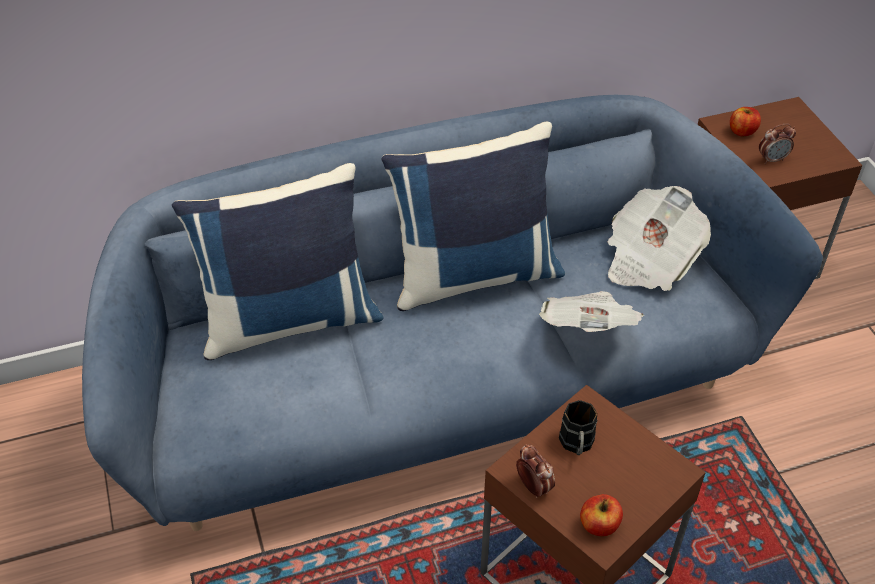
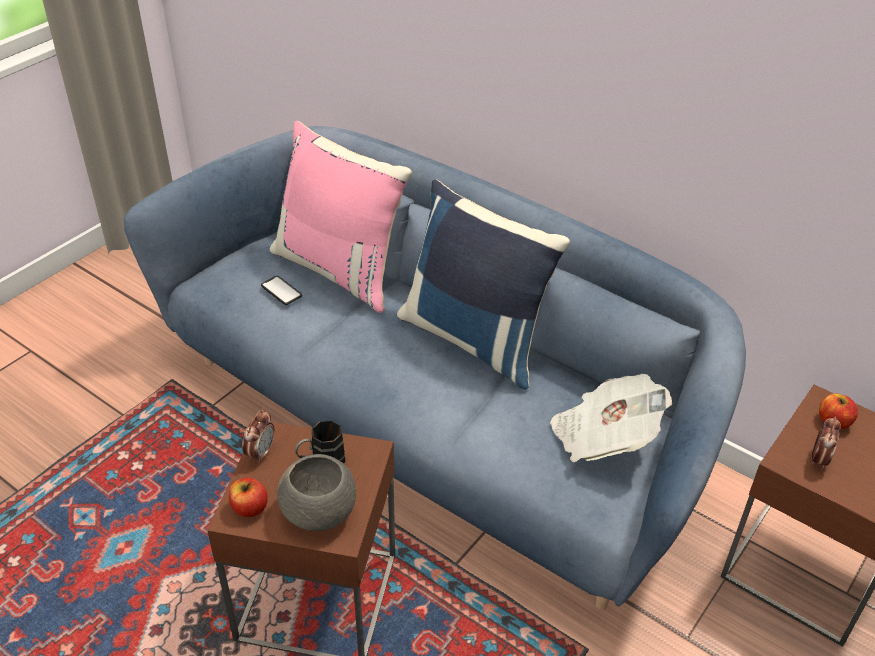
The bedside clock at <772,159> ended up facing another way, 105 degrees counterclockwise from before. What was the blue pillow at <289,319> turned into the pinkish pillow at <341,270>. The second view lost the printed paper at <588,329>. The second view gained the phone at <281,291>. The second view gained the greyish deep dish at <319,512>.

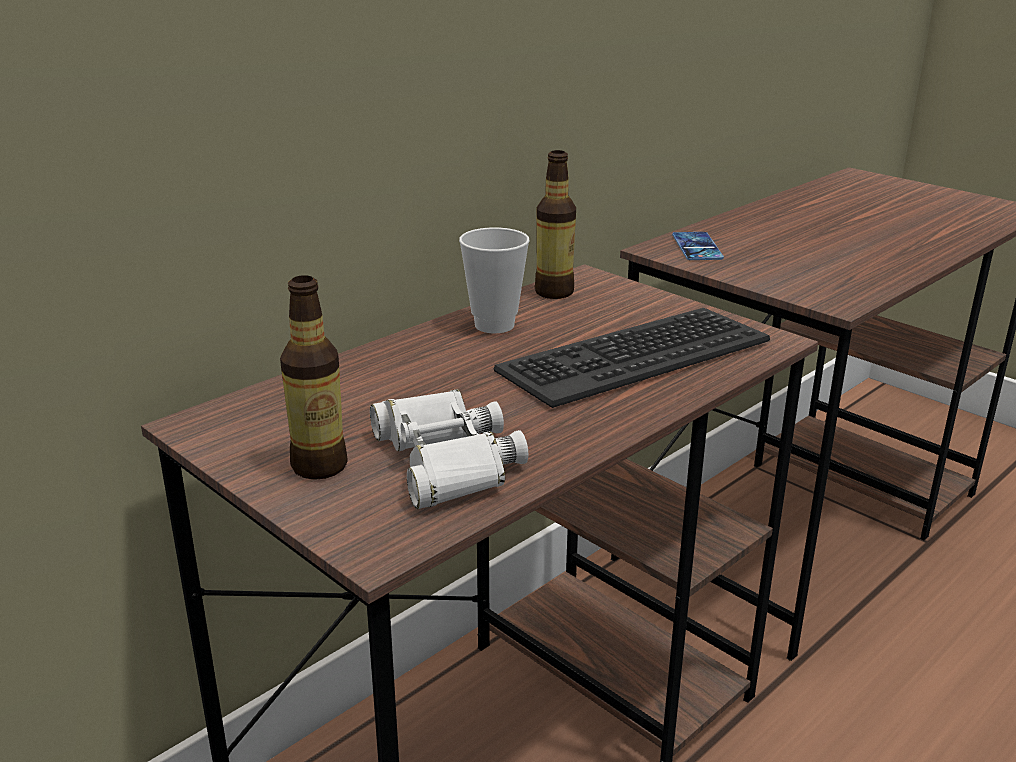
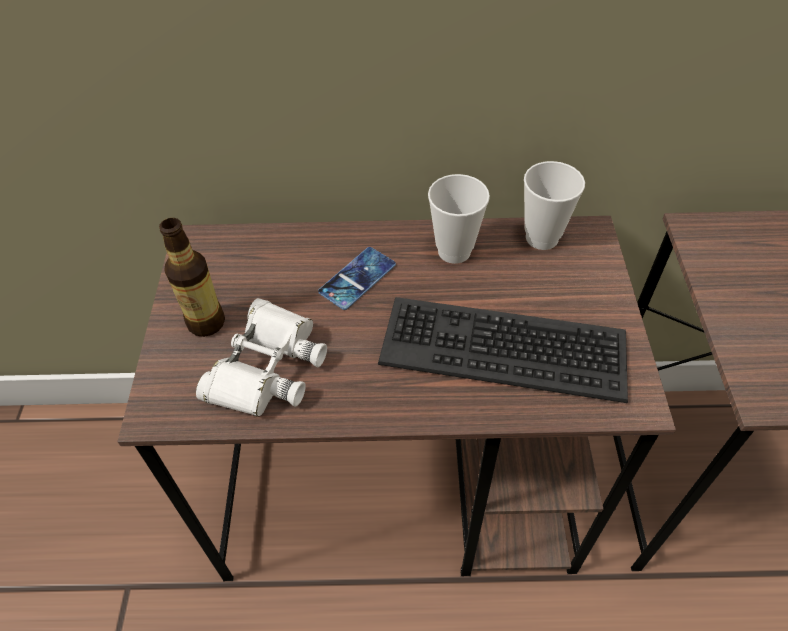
Where the beverage bottle stood at <554,292>, the small cup came to stand at <542,238>. The phone ended up elsewhere, having gone from <697,247> to <357,278>.

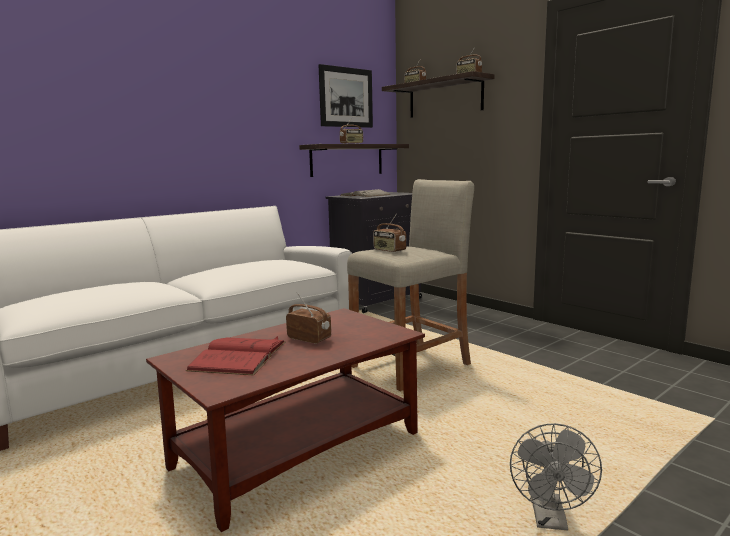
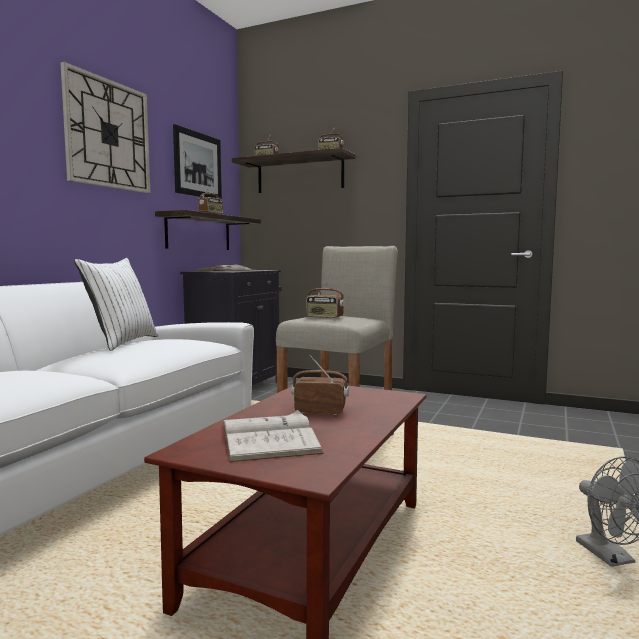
What was the reddish bound book at <239,356> turned into the white-coloured bound book at <268,437>. The second view gained the hanging clock at <108,134>. The second view gained the white-coloured pillow at <121,343>.

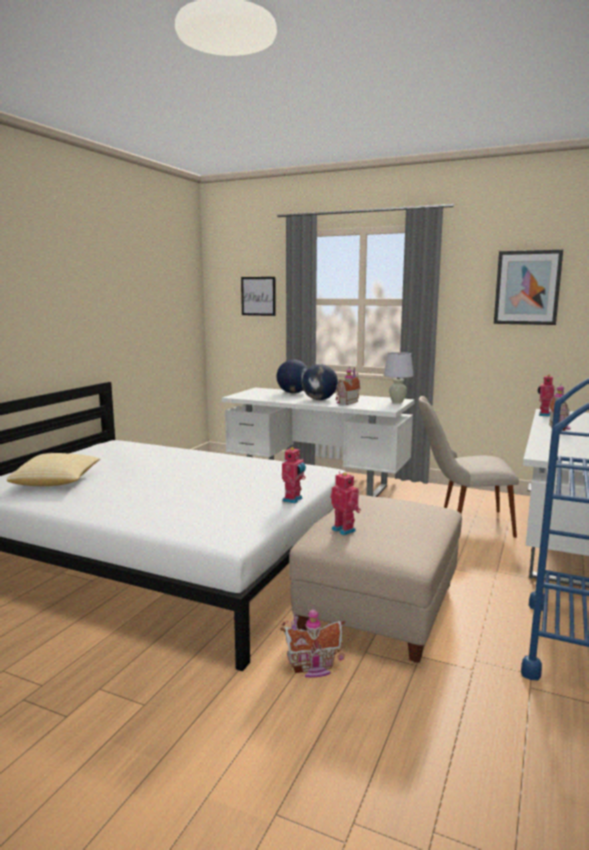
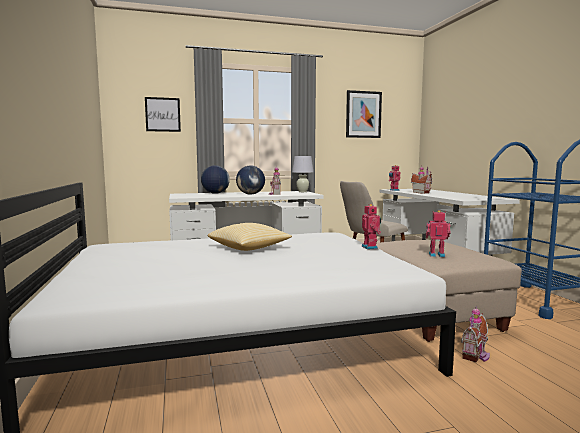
The pillow ended up elsewhere, having gone from <57,482> to <249,248>.

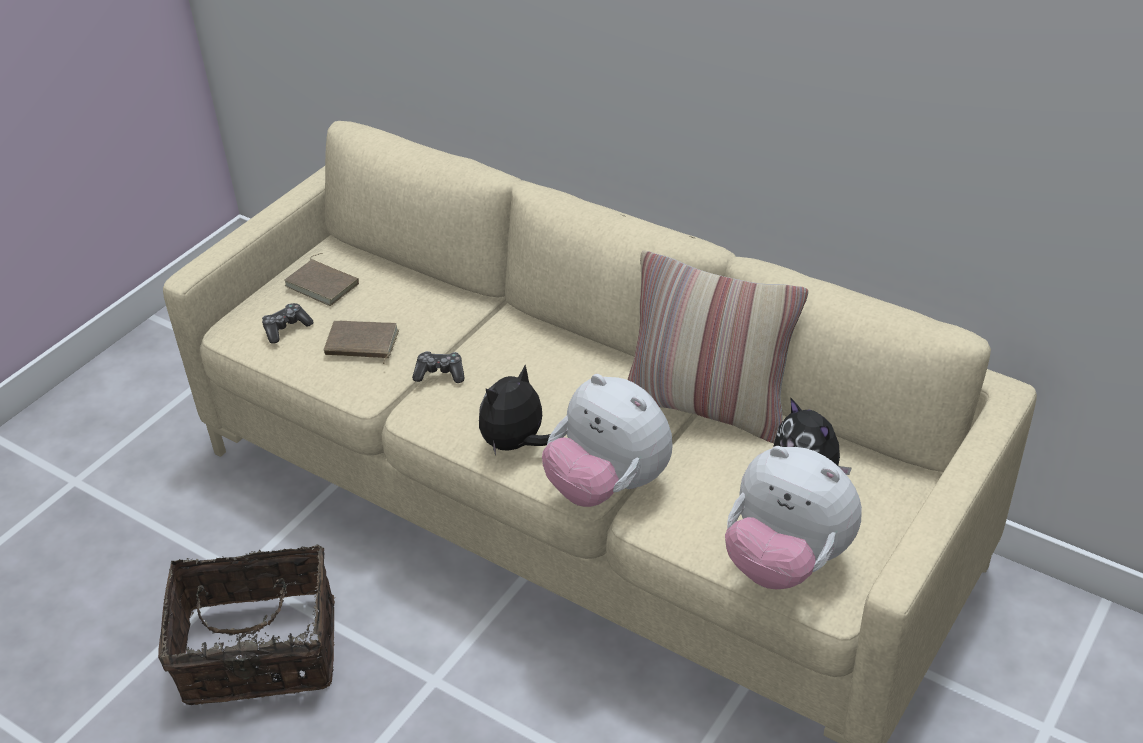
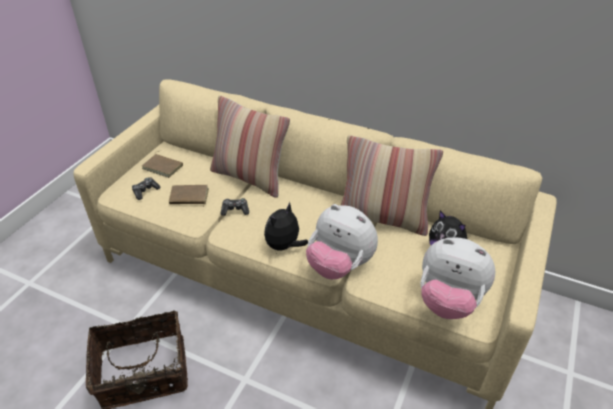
The second view gained the pillow at <250,177>.

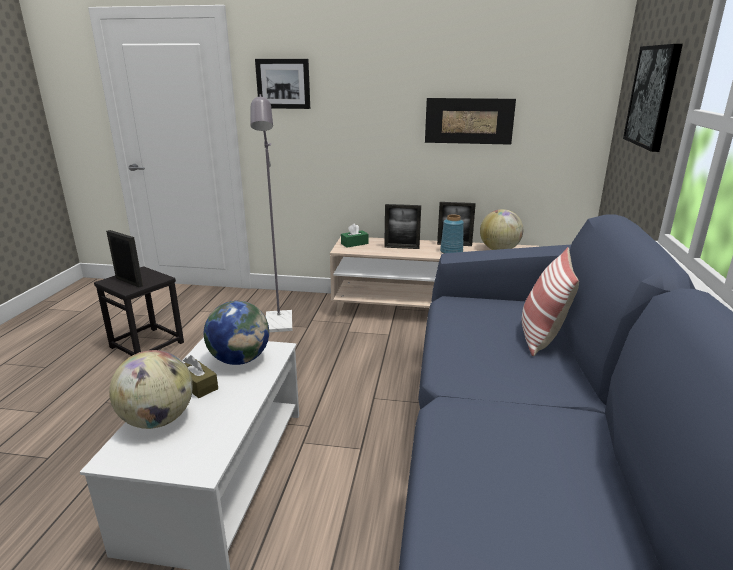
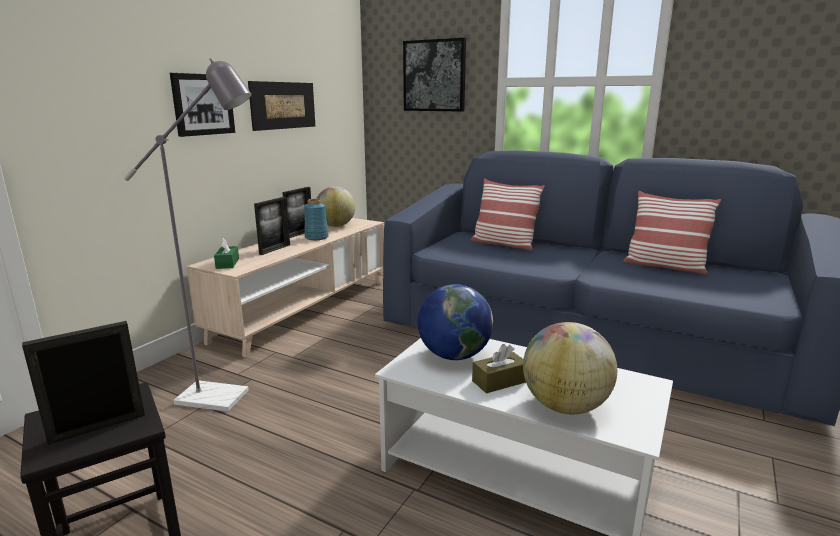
The wall art ended up elsewhere, having gone from <283,83> to <203,104>. The second view gained the pillow at <664,266>.

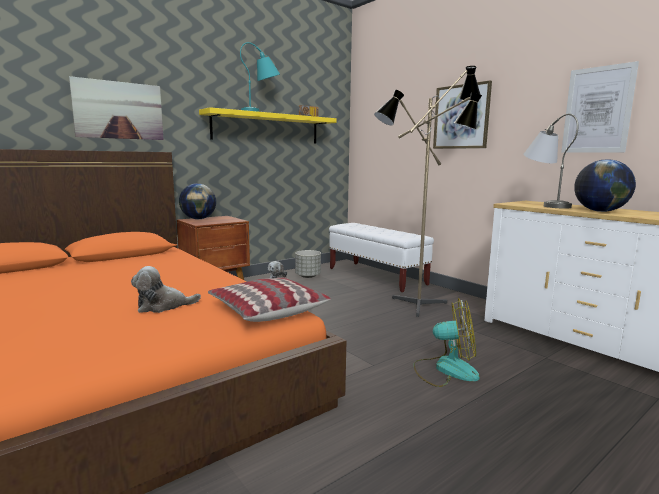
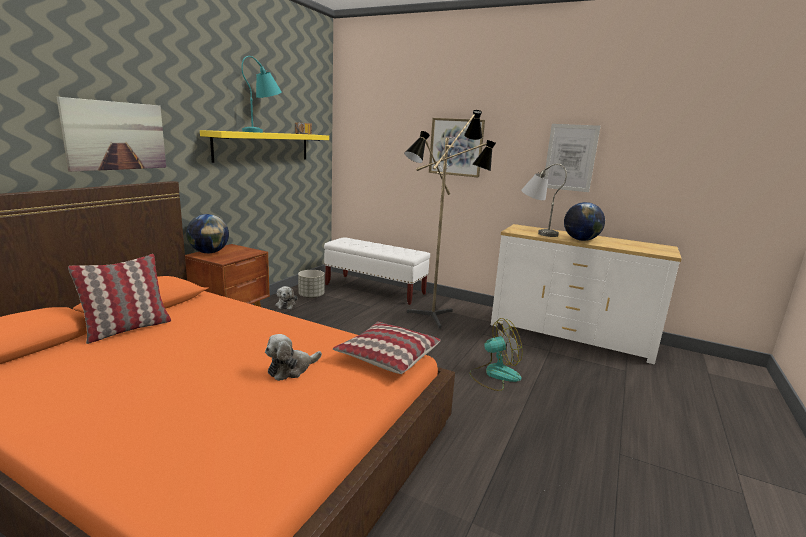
The second view gained the pillow at <127,329>.

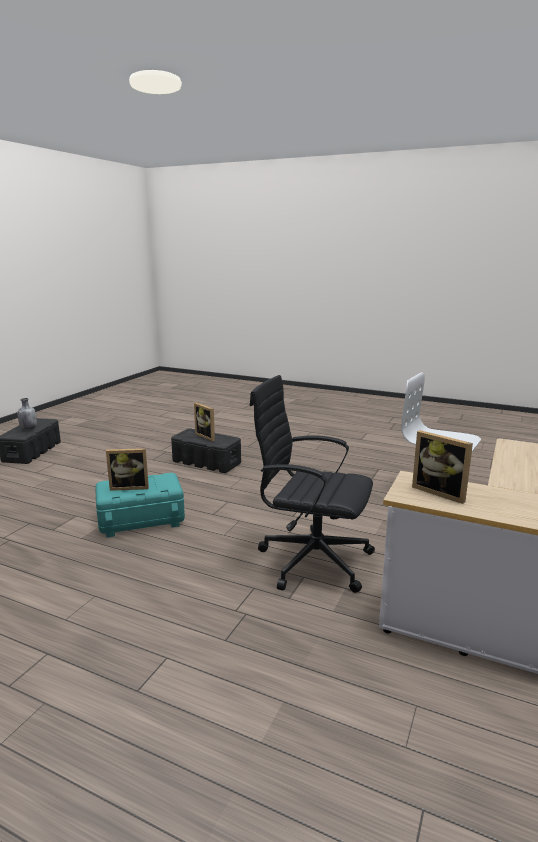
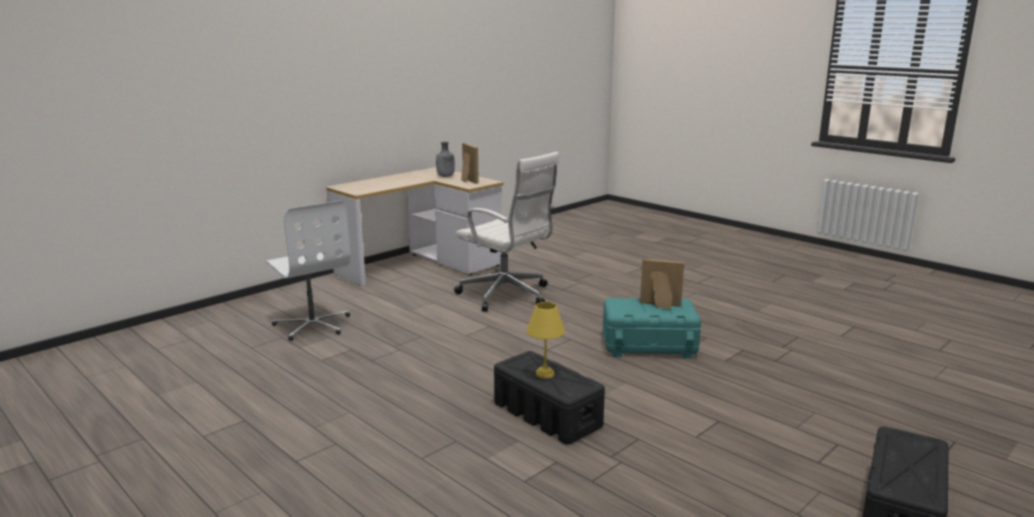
What was the black computer chair at <311,560> turned into the white-coloured computer chair at <507,296>. The greyish beverage bottle ended up elsewhere, having gone from <28,429> to <445,176>. Where the picture frame stood at <207,436>, the yellow tabletop lamp came to stand at <544,374>.

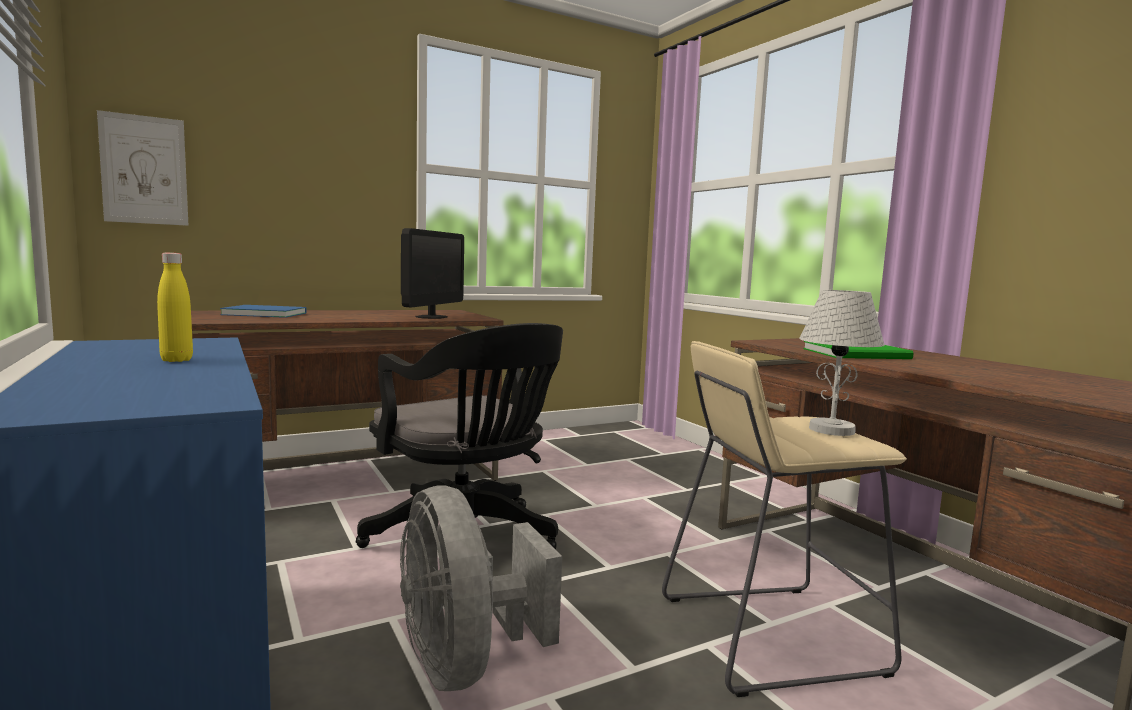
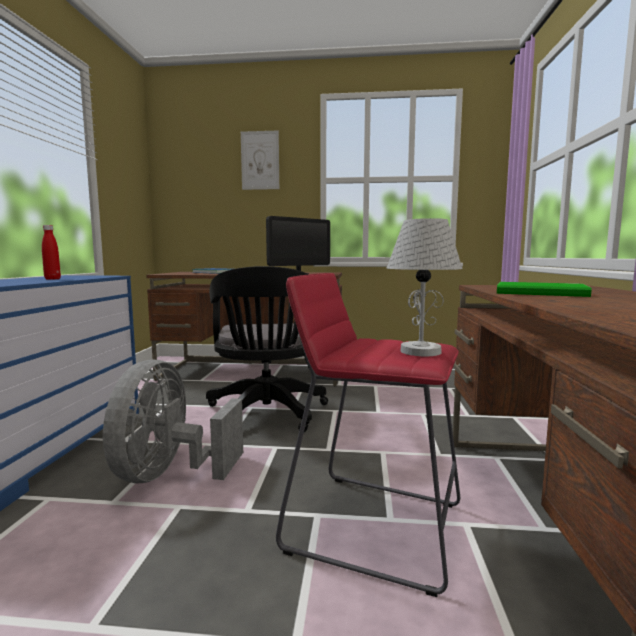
The wall art ended up elsewhere, having gone from <144,170> to <260,160>. What was the yellow beverage bottle at <176,360> turned into the reddish beverage bottle at <52,279>. What was the beige-coloured stool at <769,635> turned into the reddish stool at <374,526>.

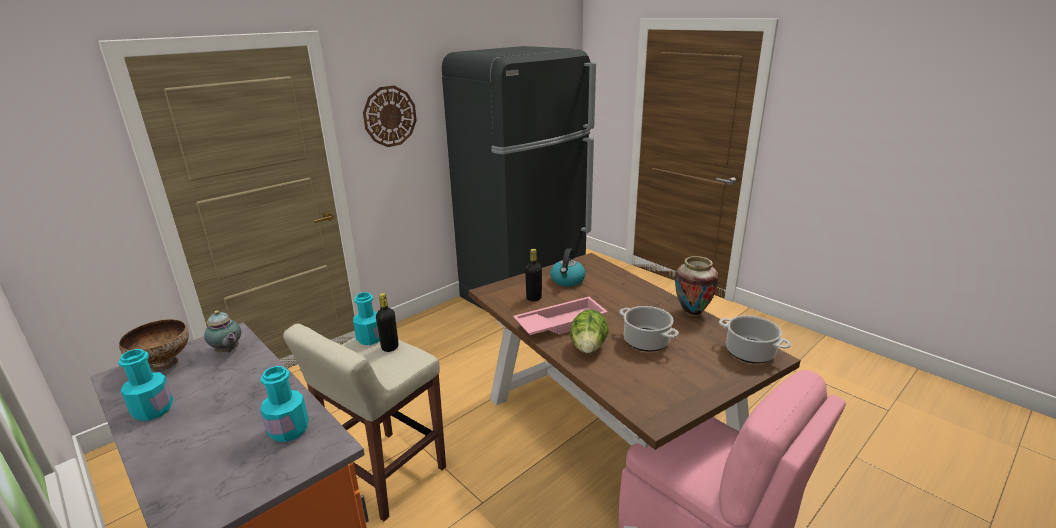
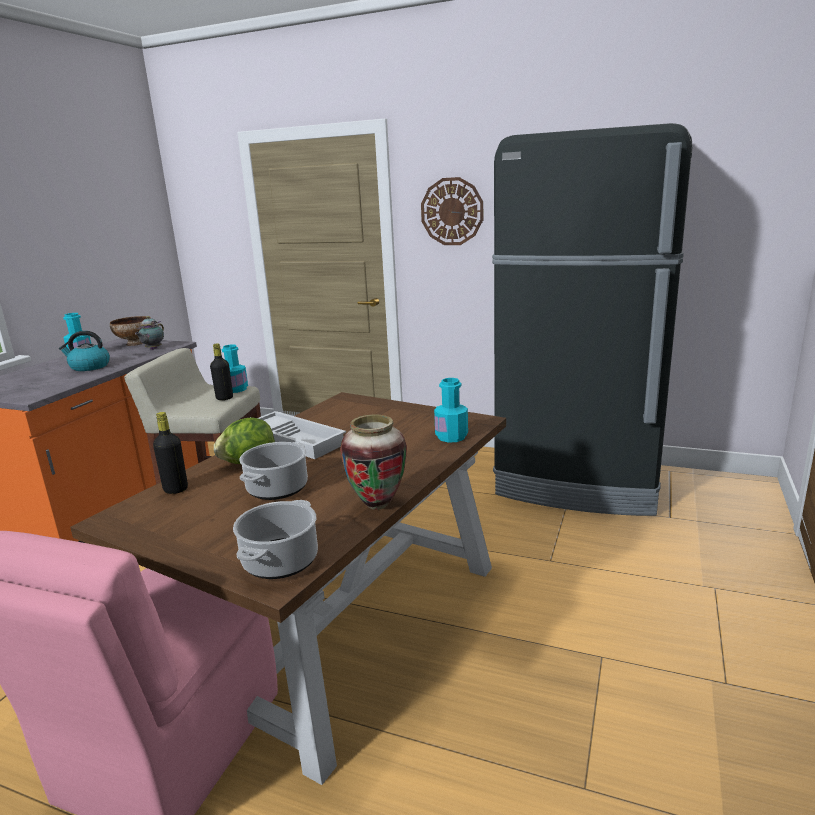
The water kettle ended up elsewhere, having gone from <567,280> to <89,367>. The black beverage bottle ended up elsewhere, having gone from <534,298> to <175,489>. What was the pinkish serving tray at <560,323> turned into the white-coloured serving tray at <296,440>. The turquoise-coloured beverage bottle ended up elsewhere, having gone from <289,430> to <451,437>.

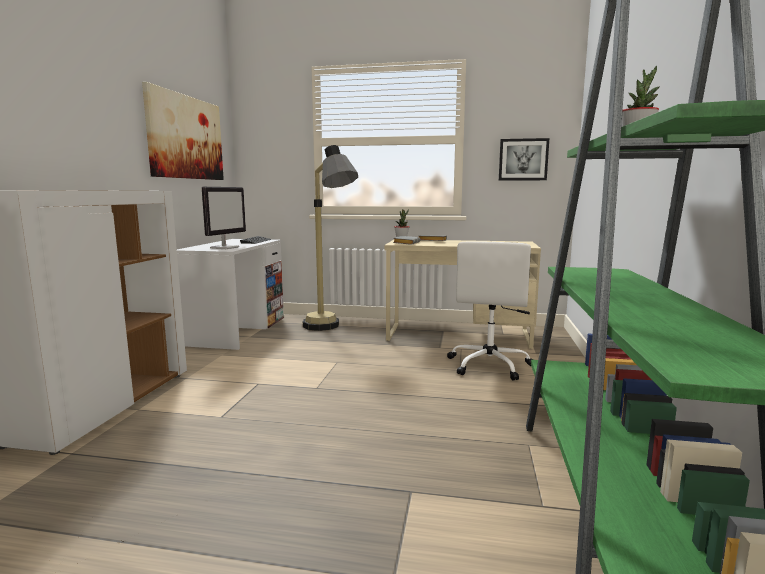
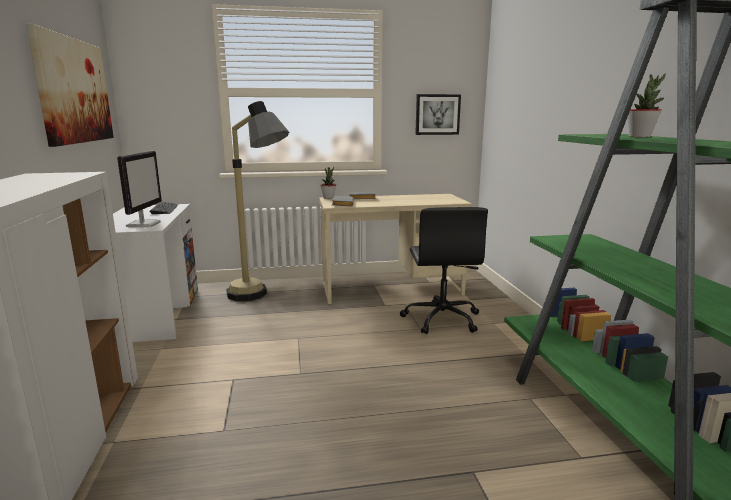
What was the white-coloured computer chair at <489,365> turned into the black computer chair at <441,319>.

